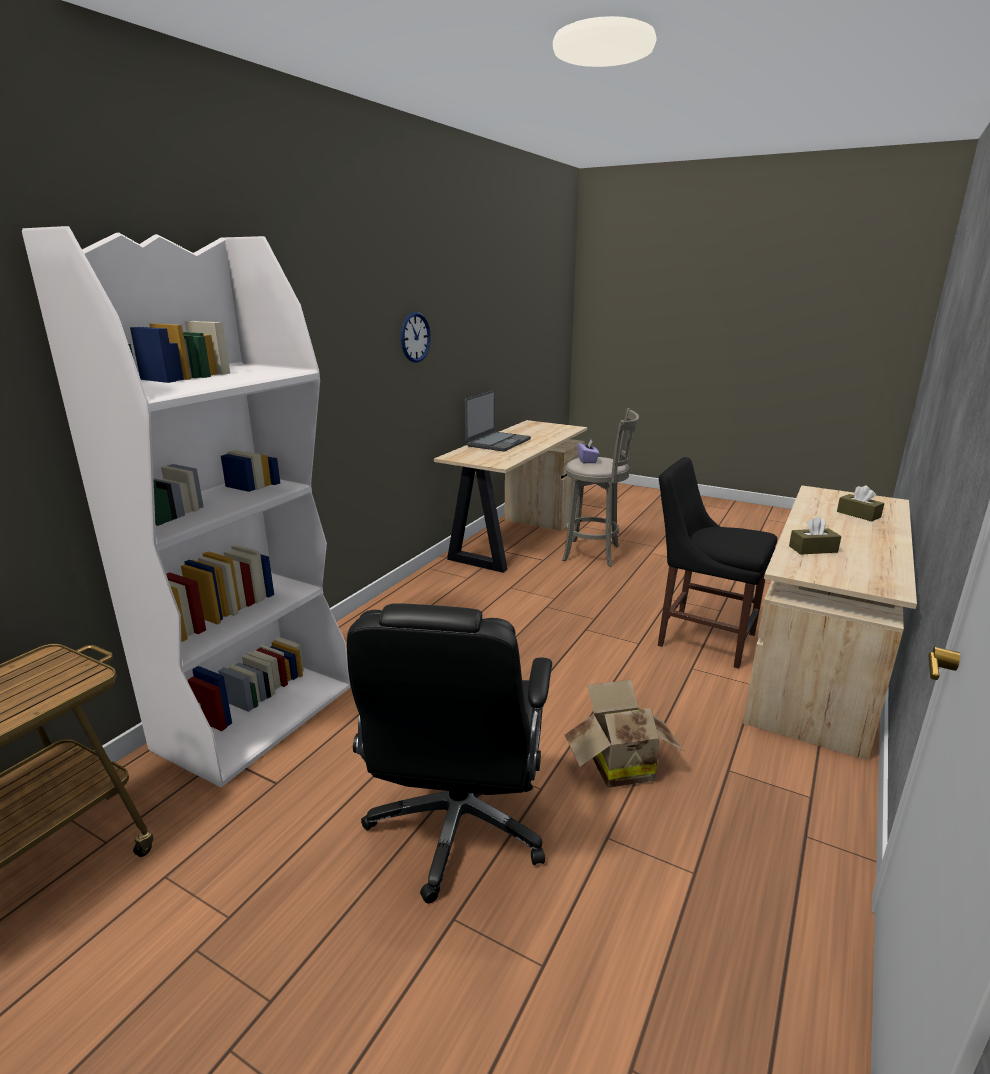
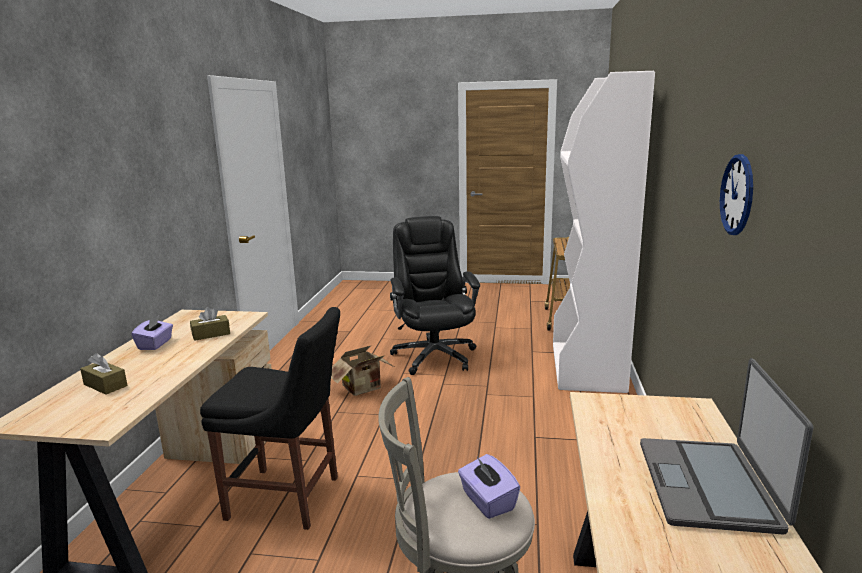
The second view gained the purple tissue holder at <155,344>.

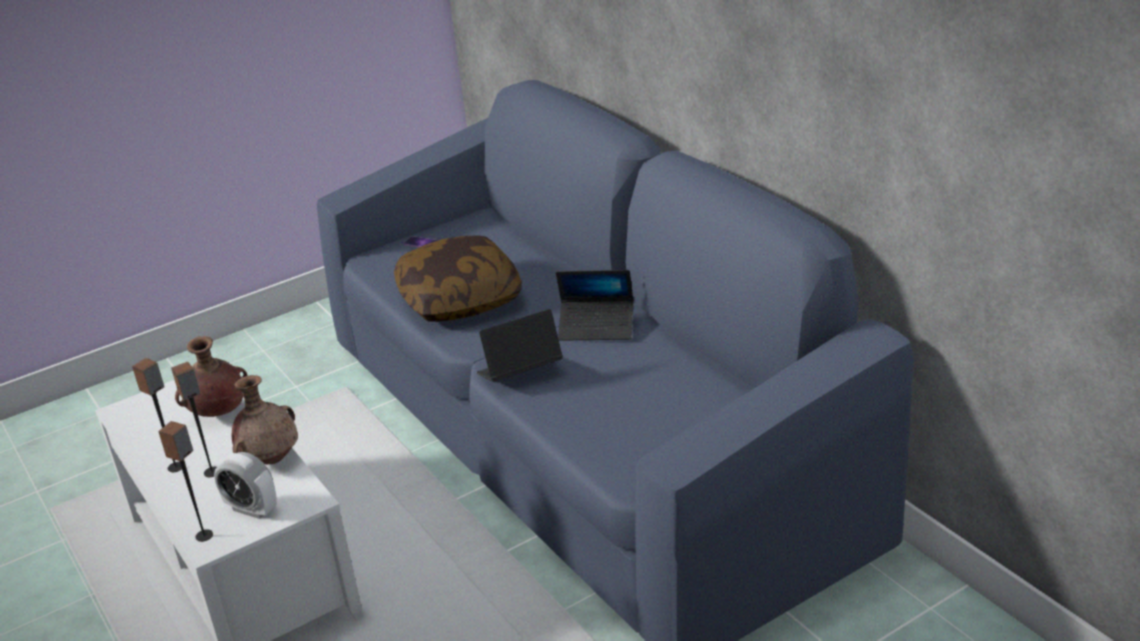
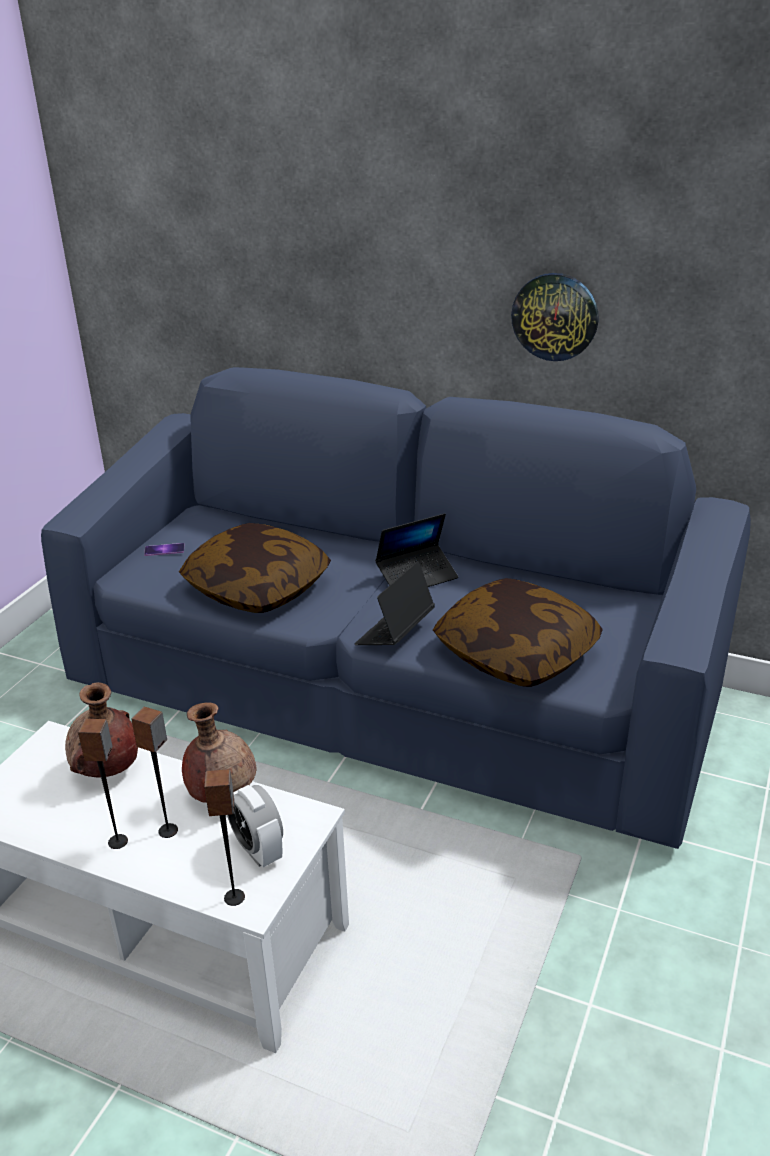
The bedside clock at <252,509> ended up facing another way, 60 degrees clockwise from before. The second view gained the hanging clock at <555,316>. The second view gained the pillow at <516,653>.

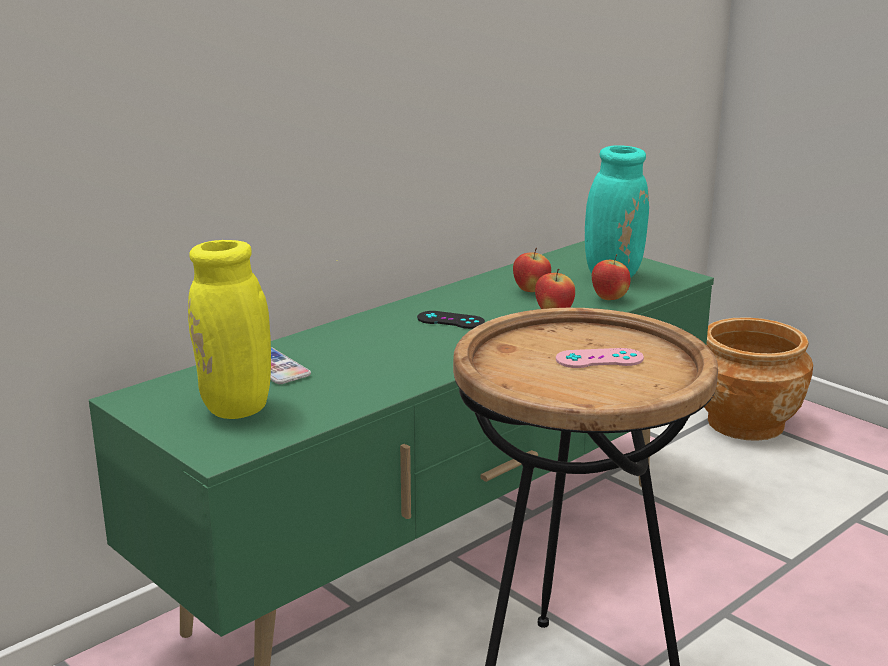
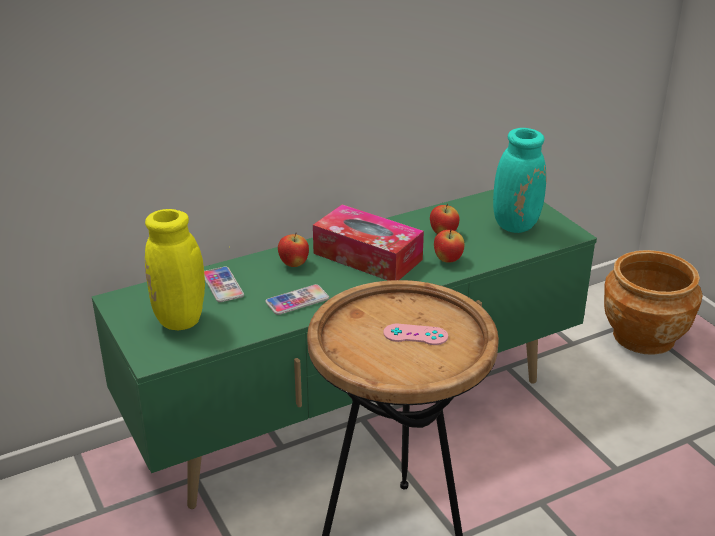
The apple ended up elsewhere, having gone from <609,299> to <294,264>. Where the black game controller stood at <450,320>, the tissue holder came to stand at <367,256>. The second view gained the phone at <297,301>.

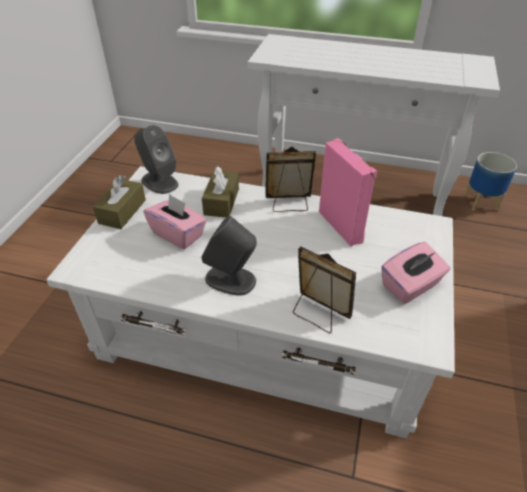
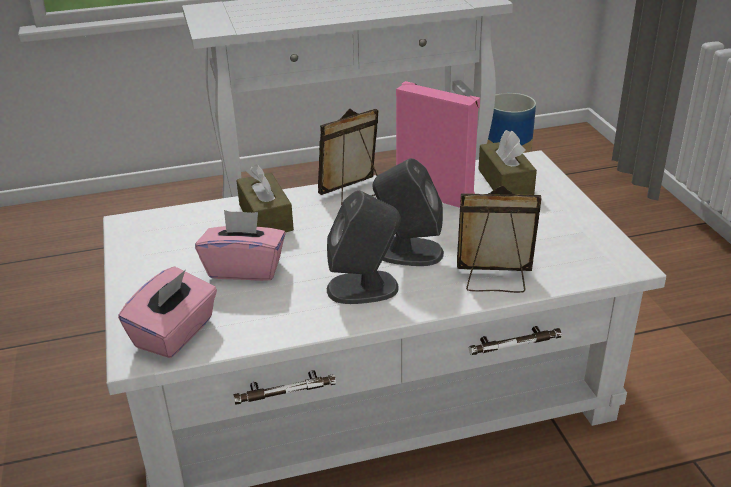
The greyish loudspeaker ended up elsewhere, having gone from <159,182> to <408,252>. The brownish tissue holder ended up elsewhere, having gone from <122,211> to <505,182>. The pinkish tissue holder ended up elsewhere, having gone from <410,286> to <175,333>.

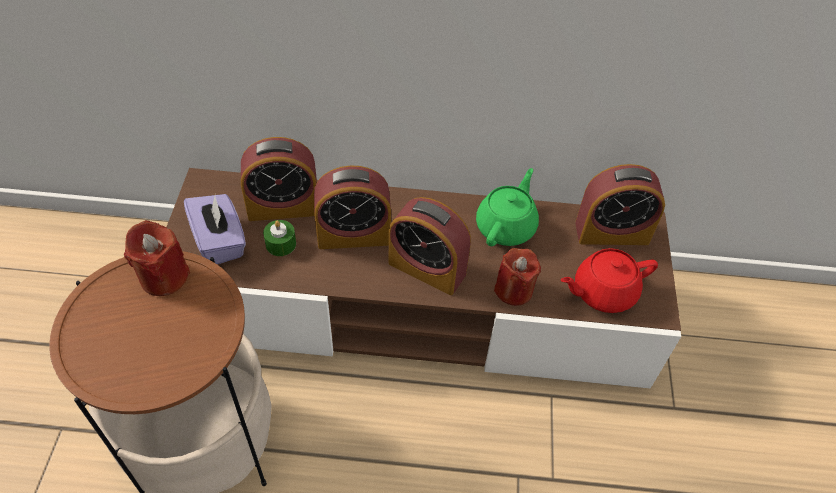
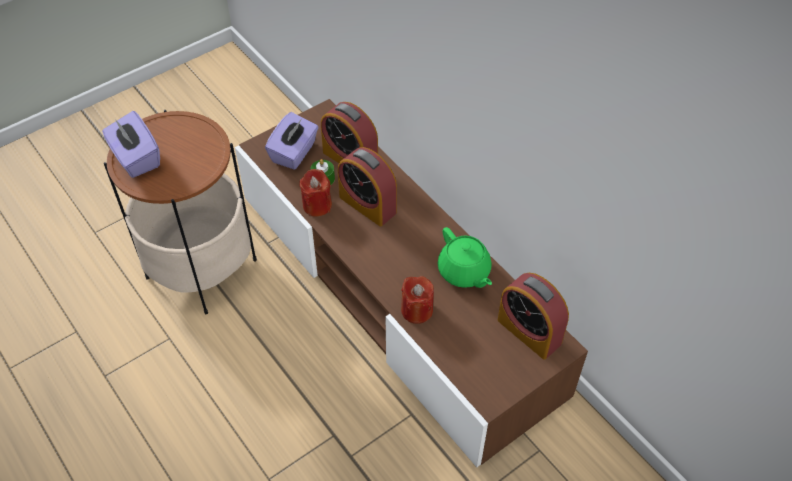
The green-coloured pot for tea at <506,226> ended up facing another way, 75 degrees clockwise from before. The second view lost the bedside clock at <427,268>. The reddish wax candle ended up elsewhere, having gone from <164,277> to <317,205>. The second view lost the reddish pot for tea at <602,292>. The second view gained the purple tissue holder at <136,158>.

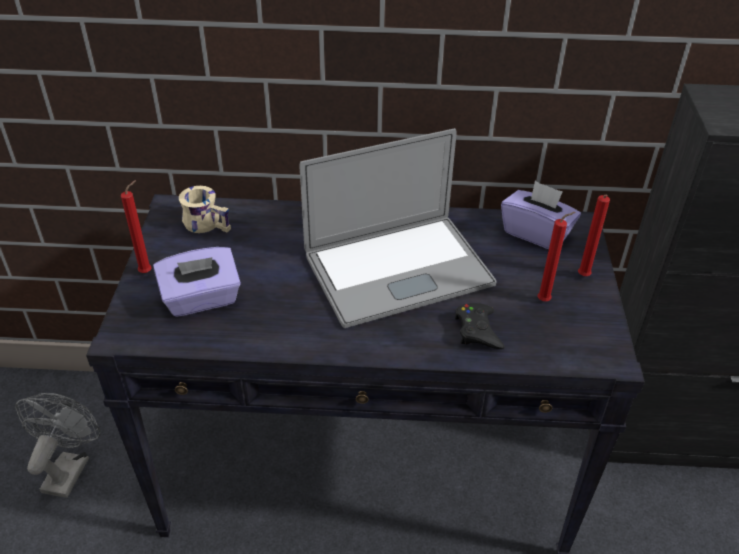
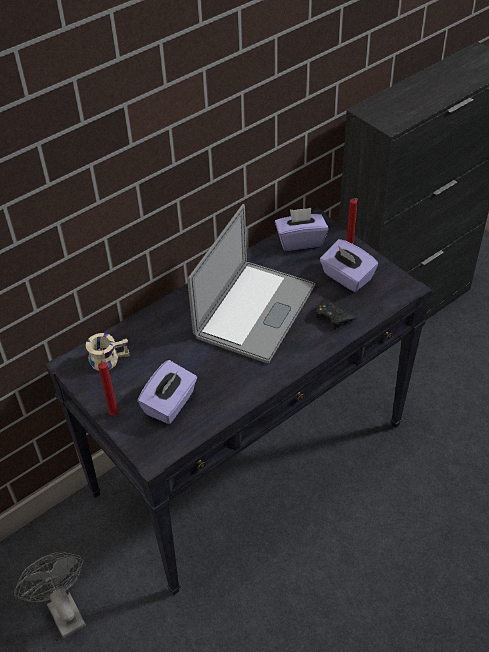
Where the reddish wax candle stood at <545,300>, the purple tissue holder came to stand at <347,277>.

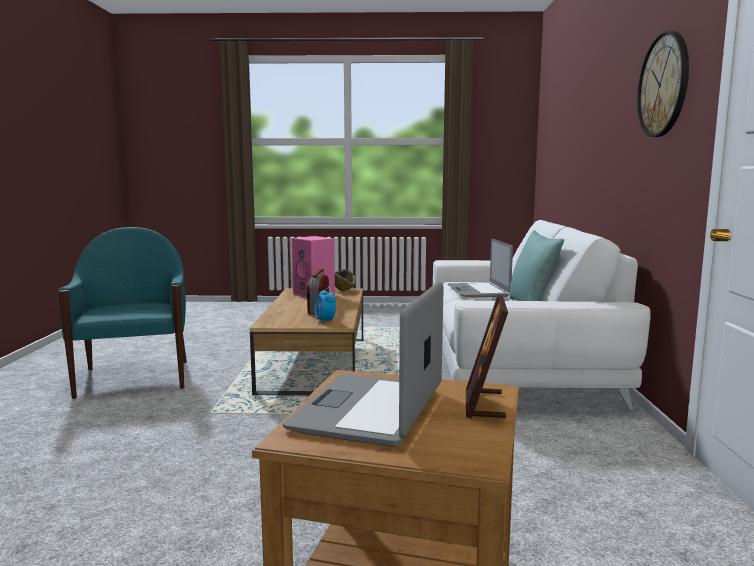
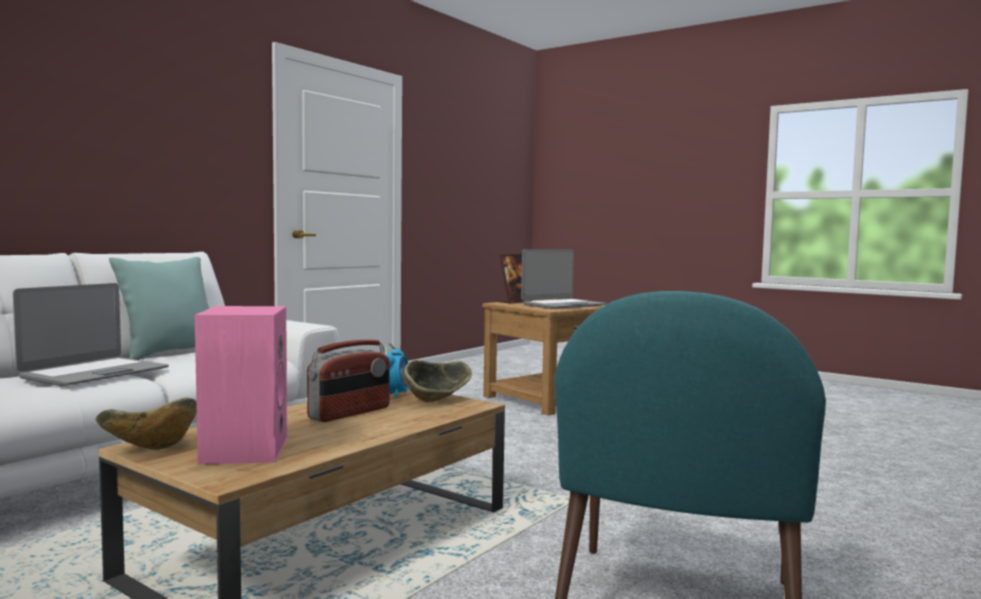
The second view lost the hanging clock at <663,85>. The second view gained the deep dish at <436,401>.

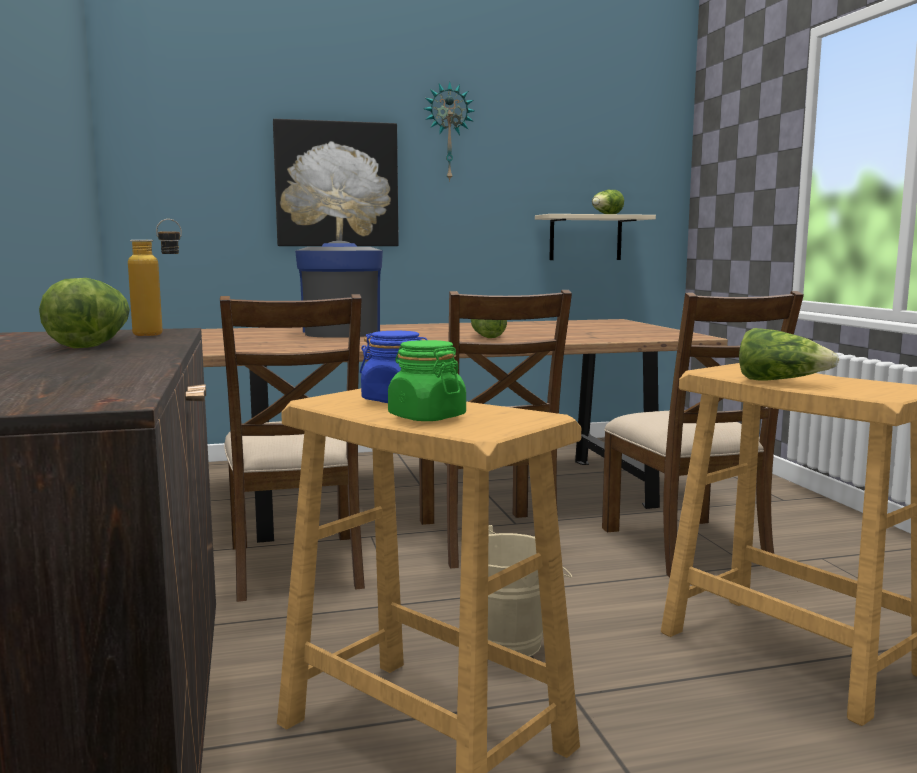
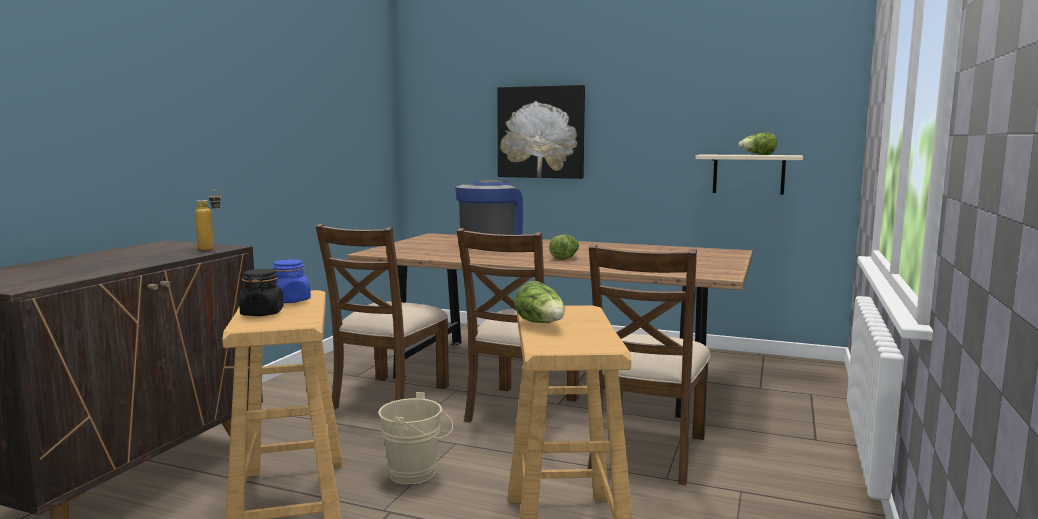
The second view lost the hanging clock at <448,132>. The second view lost the lettuce head at <91,344>. What was the green-coloured preserve jar at <426,417> turned into the black preserve jar at <262,313>.

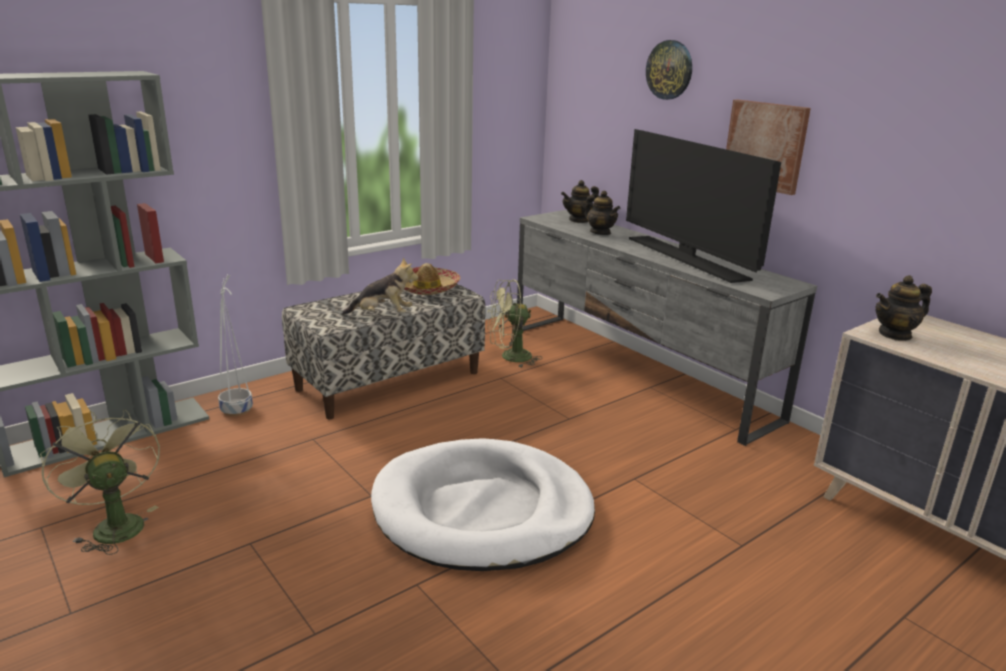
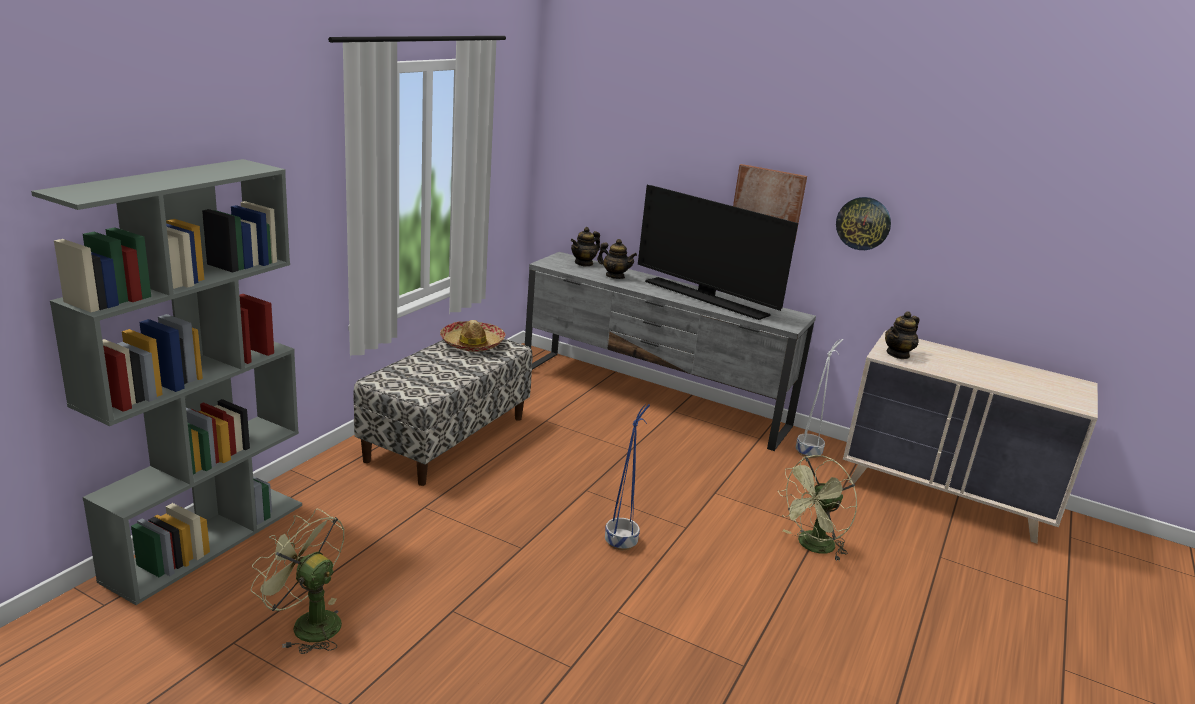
The hanging clock ended up elsewhere, having gone from <669,70> to <863,223>. The second view lost the soft toy at <382,315>. The white-coloured plant pot ended up elsewhere, having gone from <237,410> to <809,452>. The green-coloured electric fan ended up elsewhere, having gone from <510,358> to <811,547>. Where the white-coloured pet bed stood at <482,510>, the blue plant pot came to stand at <621,542>.

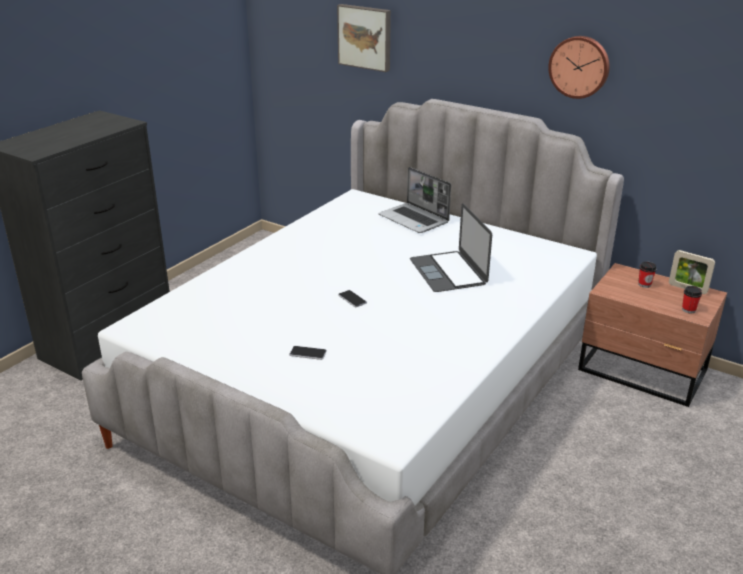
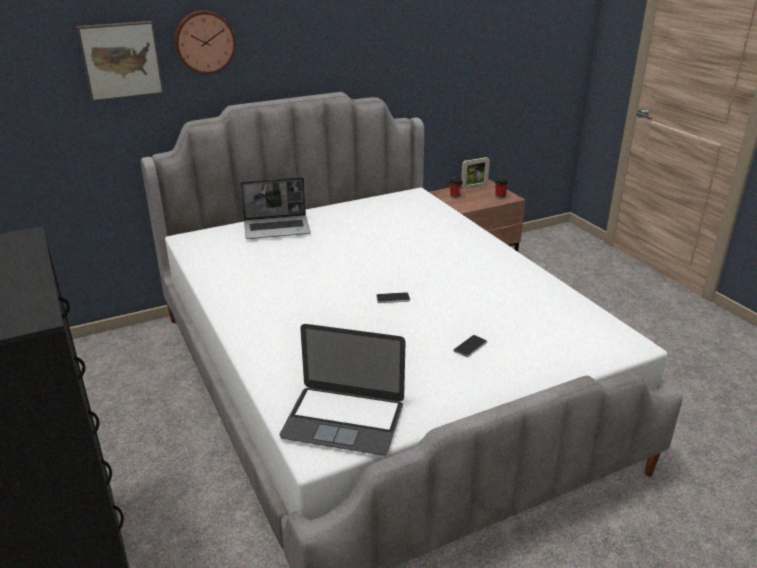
The hanging clock ended up elsewhere, having gone from <579,66> to <204,42>. The laptop ended up elsewhere, having gone from <448,271> to <343,419>.

